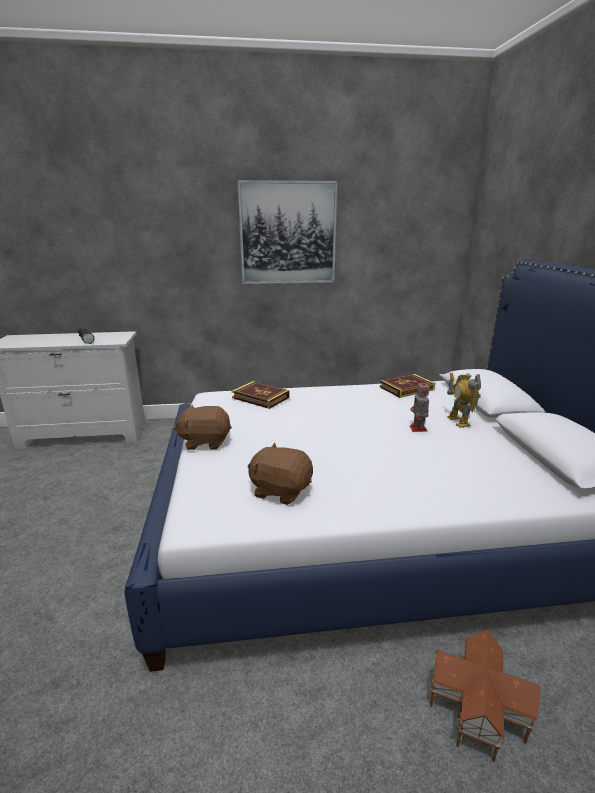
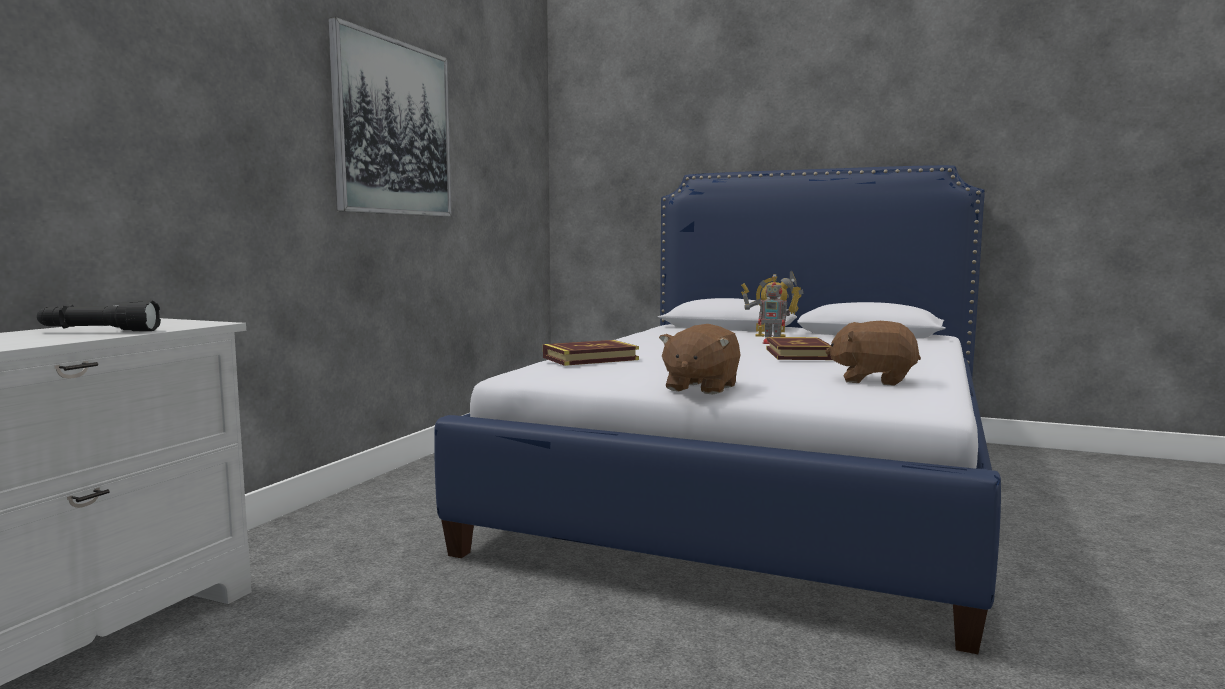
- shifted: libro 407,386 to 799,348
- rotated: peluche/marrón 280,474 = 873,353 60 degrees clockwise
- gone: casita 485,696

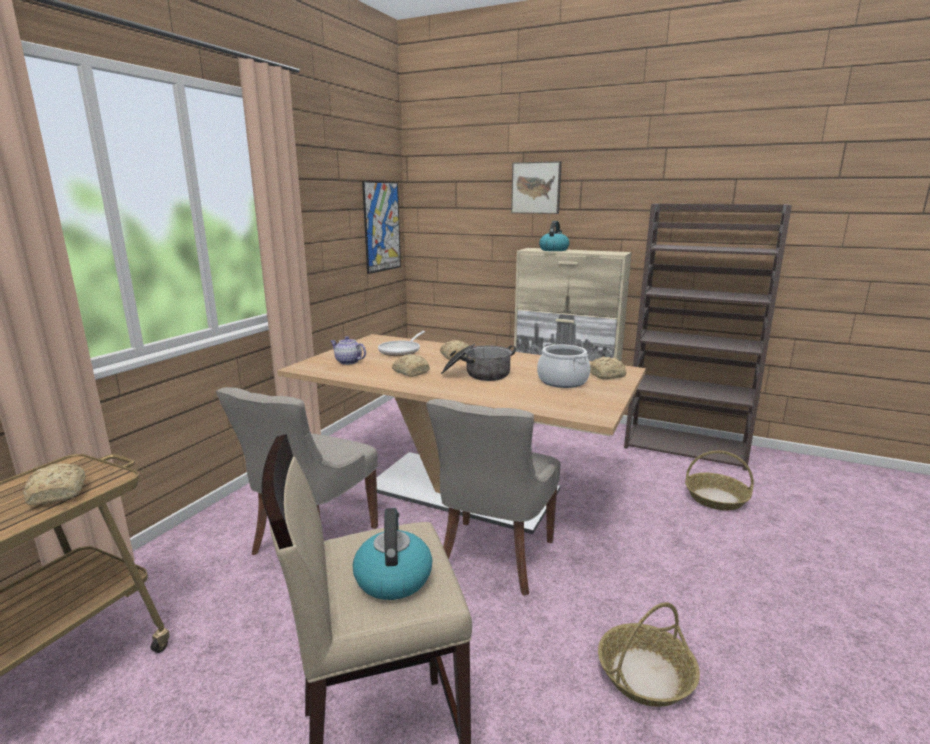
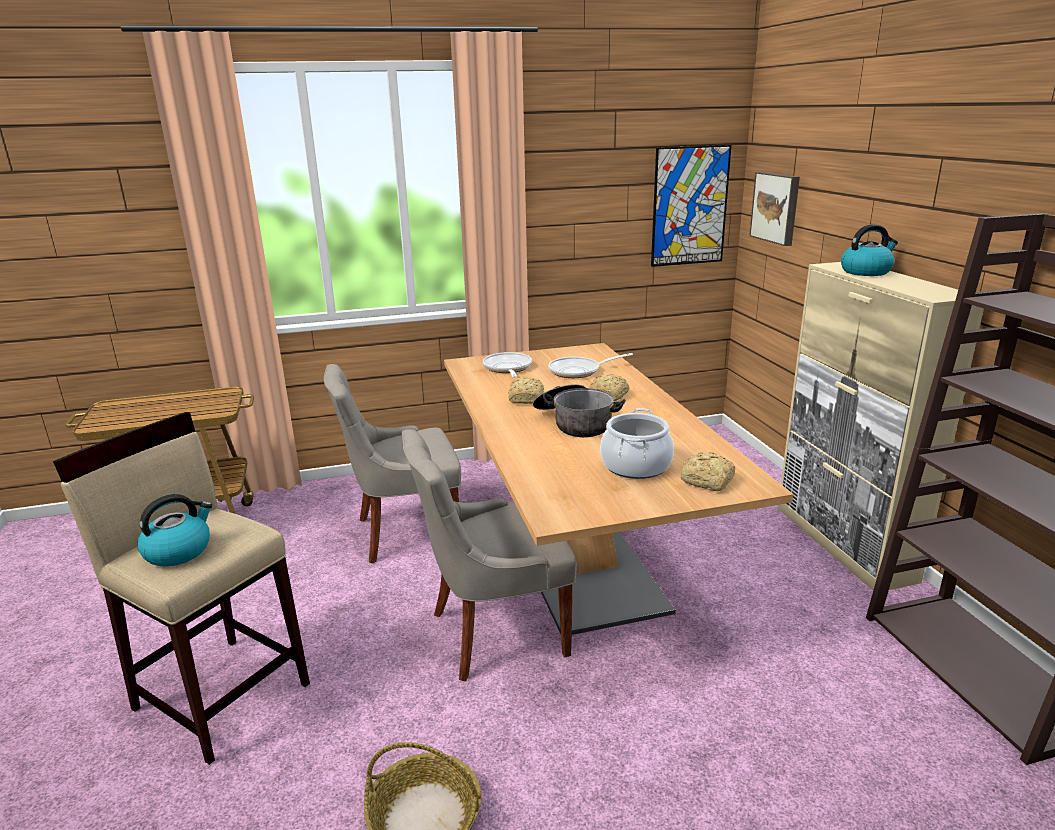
- swapped: tetera 348,350 to sartén 507,365
- shifted: cuadro 536,187 to 774,209
- gone: pan 54,484
- gone: cesta 719,481

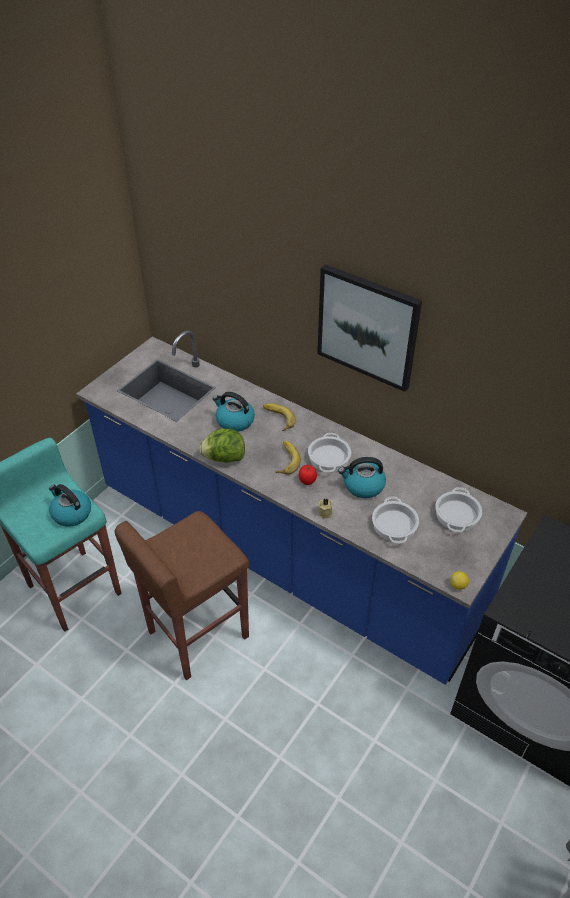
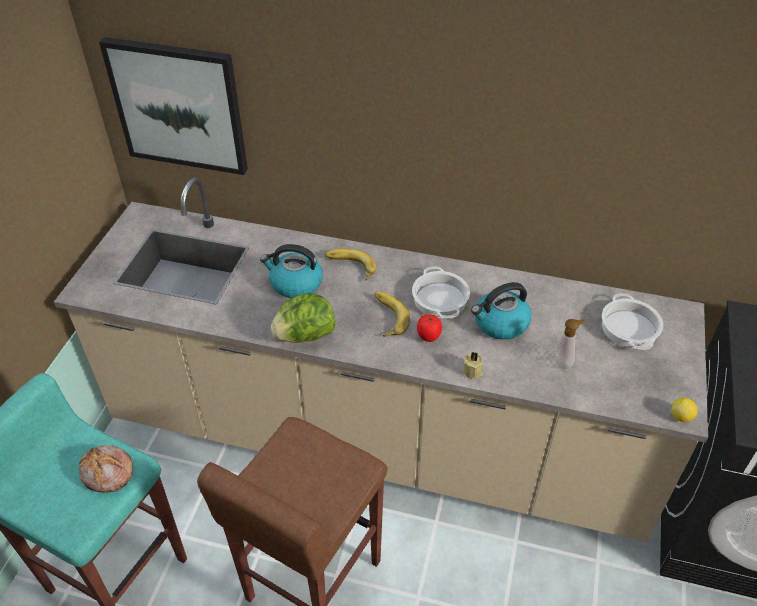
- repainted: mueble bajo de cocina/azul 301,507 to mueble bajo de cocina/beis 381,360
- swapped: hervidor 70,505 to pan 106,468
- shifted: cuadro 369,328 to 173,106
- swapped: olla 395,520 to dispensador de jabón 569,344

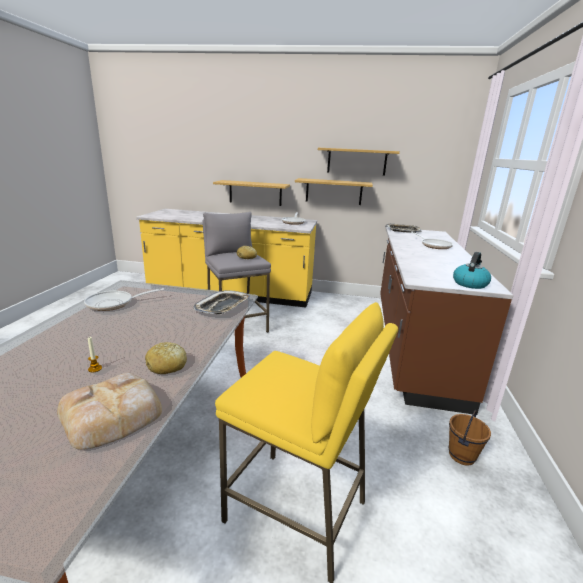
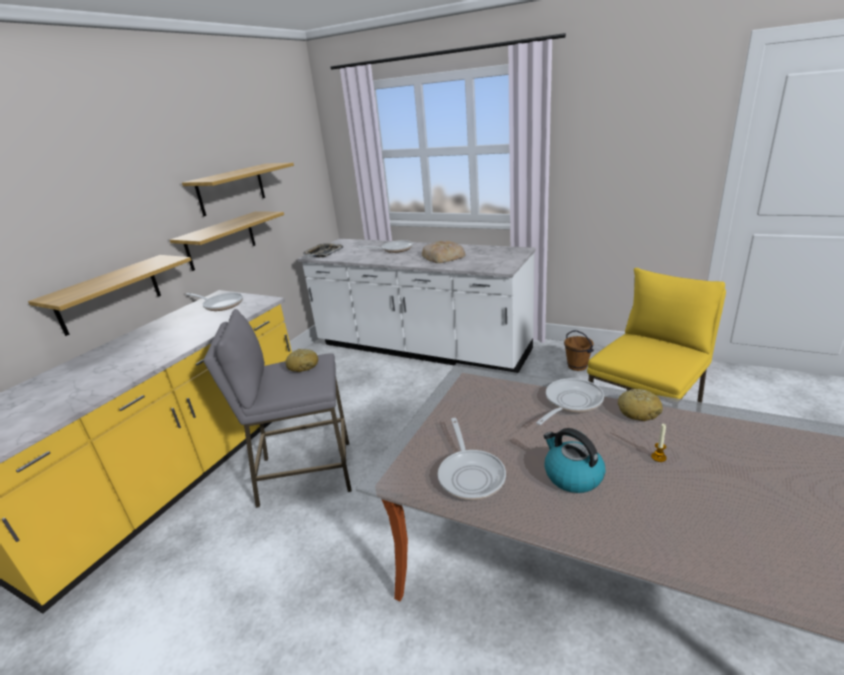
- repainted: mueble bajo de cocina/marrón 447,321 to mueble bajo de cocina/blanco 416,306
- shifted: pan 109,411 to 443,251
- new: sartén 570,401
- shifted: hervidor 472,270 to 574,460
- gone: bandeja 221,302

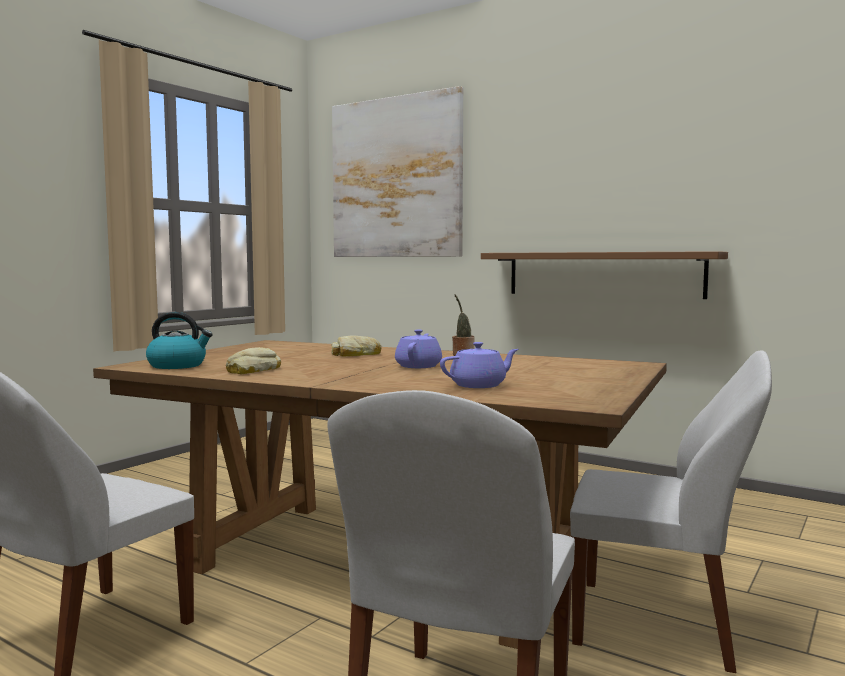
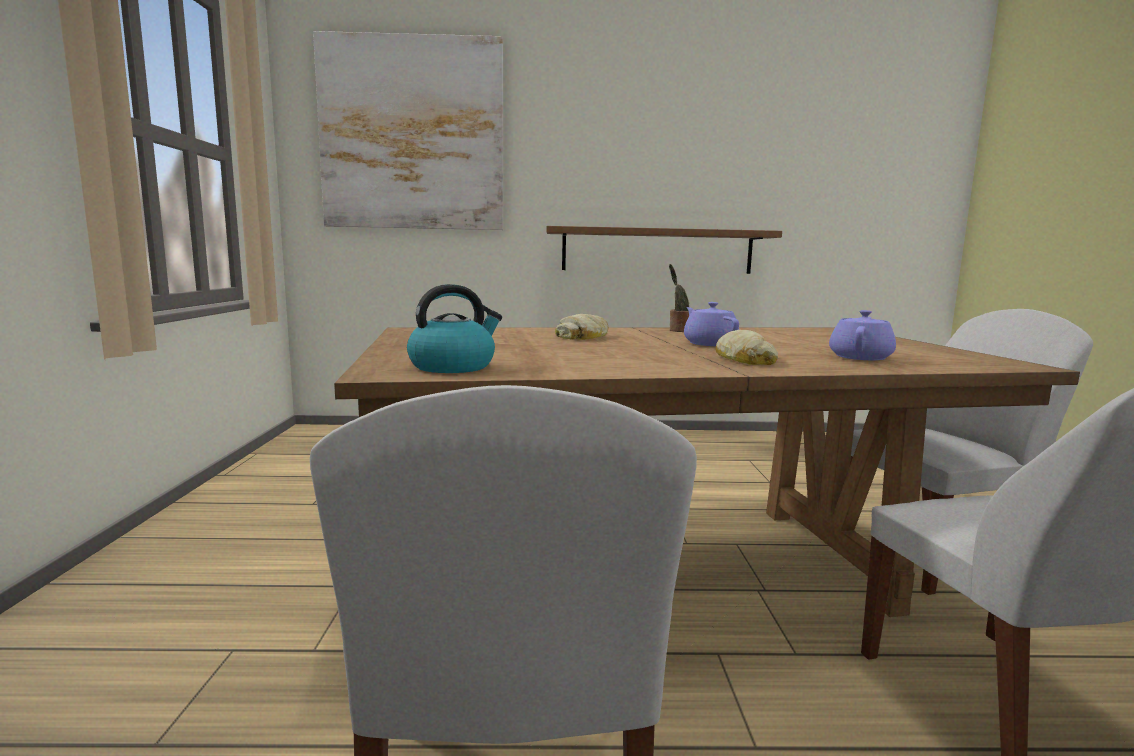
- shifted: pan 253,360 to 746,347

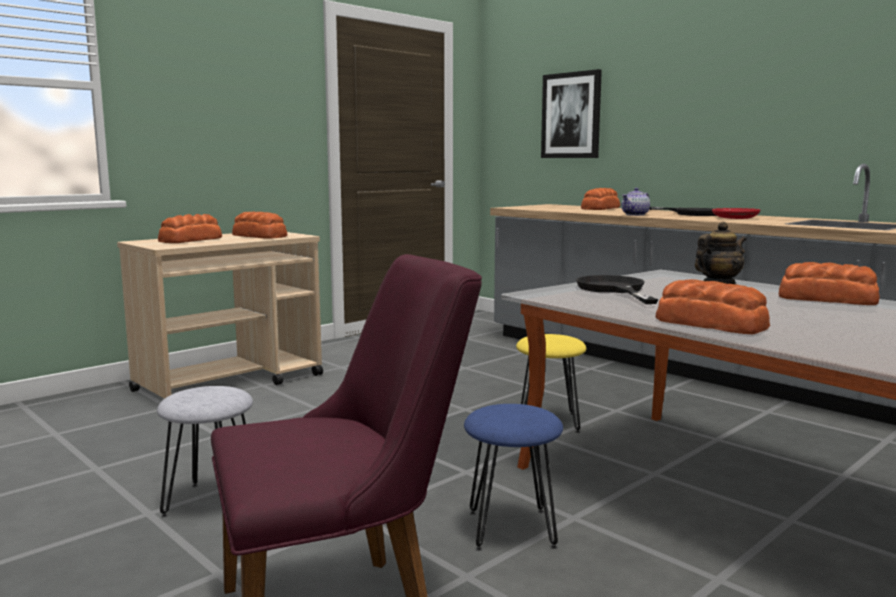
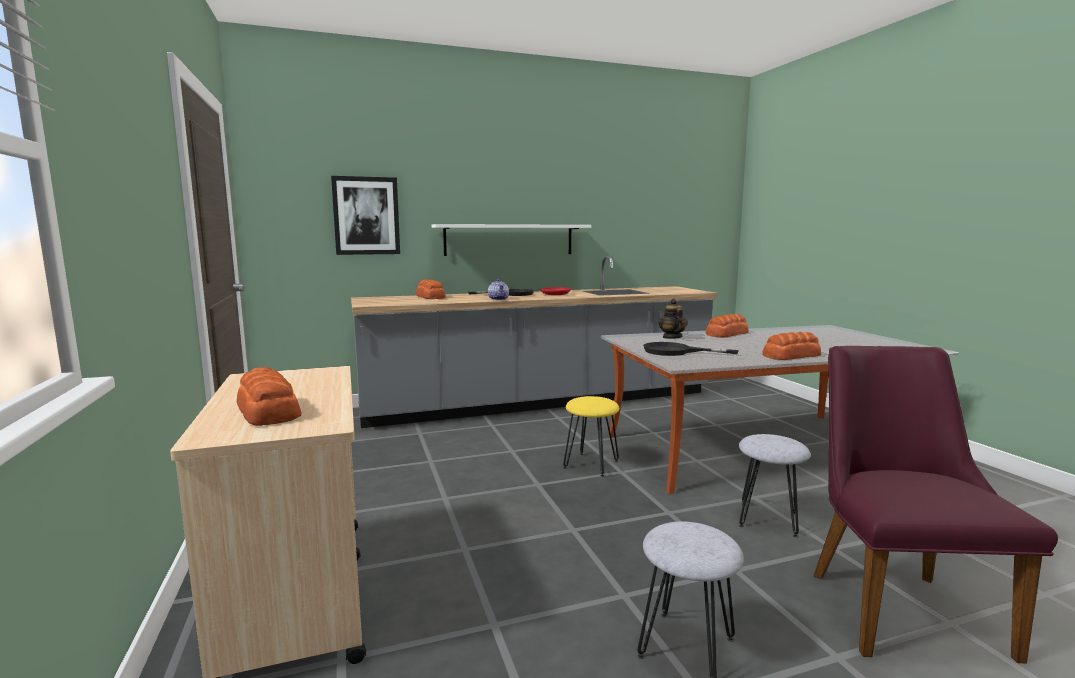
- new: estante/blanco 511,240
- repainted: taburete/azul 513,477 to taburete/gris 775,485
- gone: pan 260,225

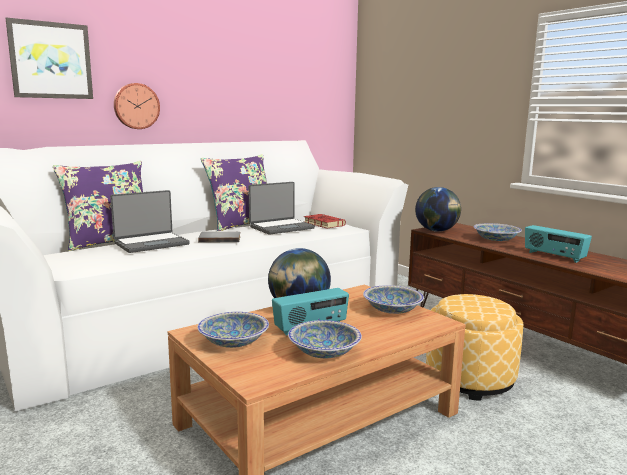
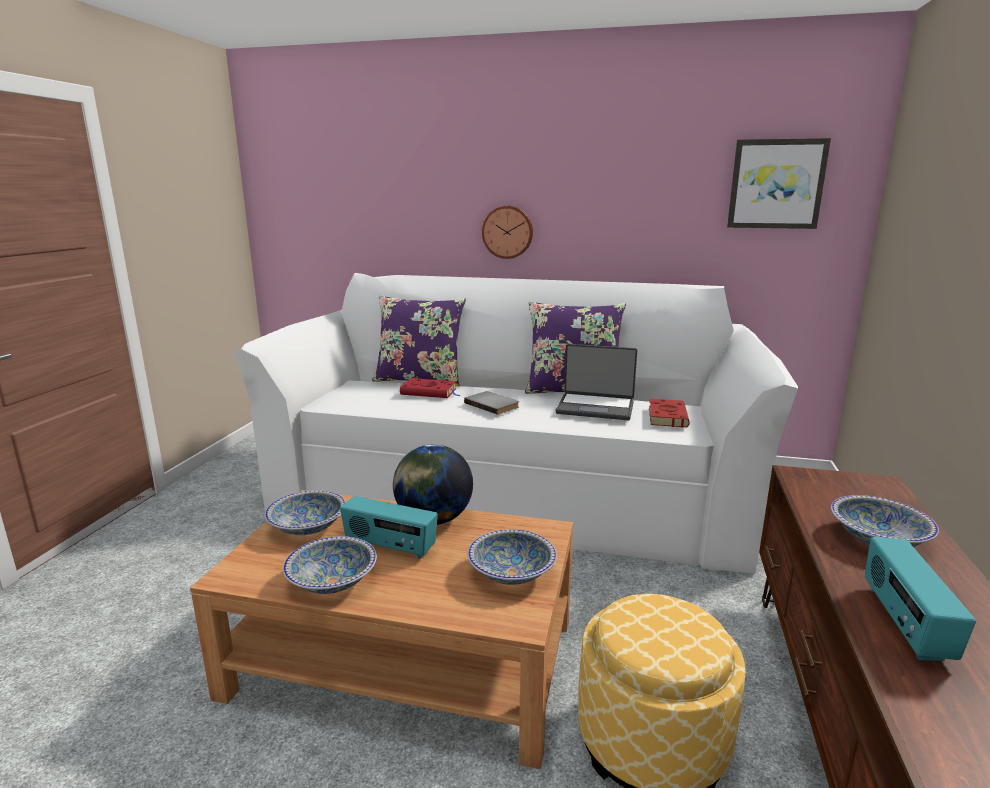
- swapped: portátil 150,221 to libro/rojo 430,388
- shifted: cuadro 49,58 to 779,183
- gone: globo terráqueo 438,209

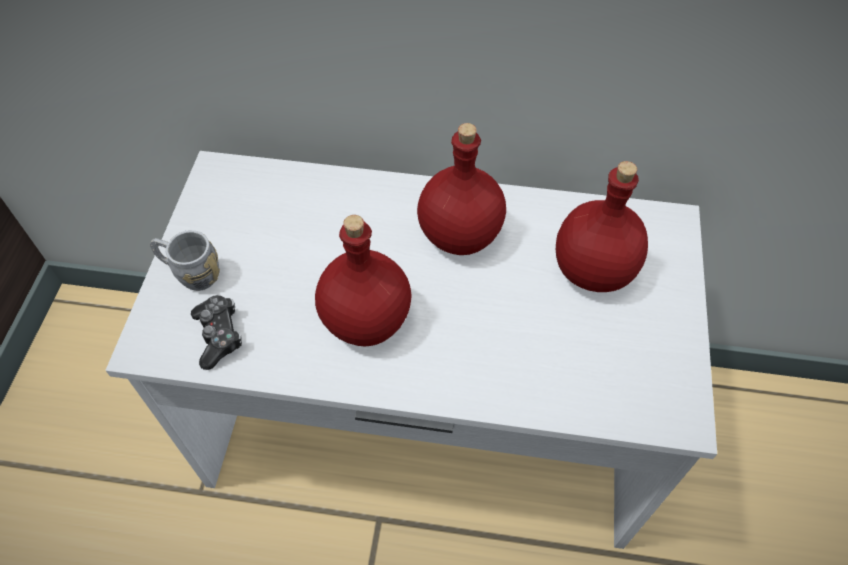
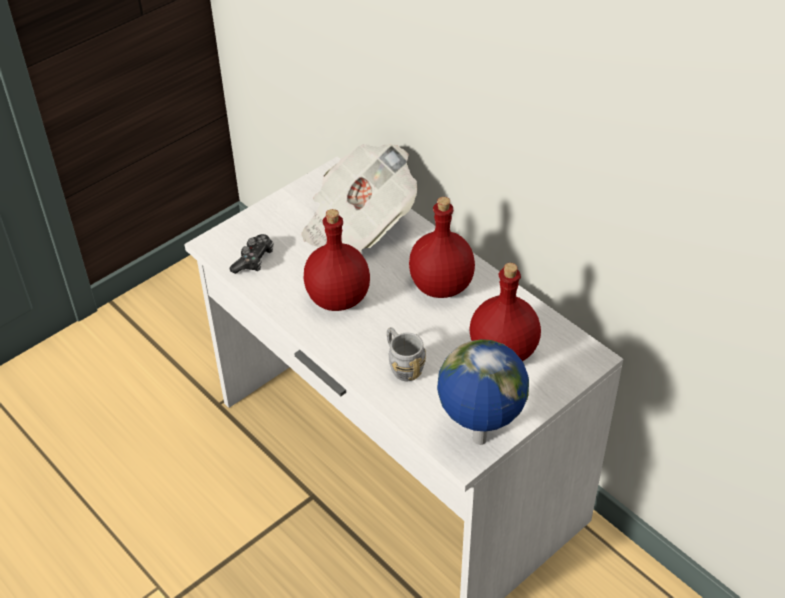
- new: periódico 360,198
- shifted: taza grande/gris 185,260 to 406,354
- new: globo terráqueo 483,392

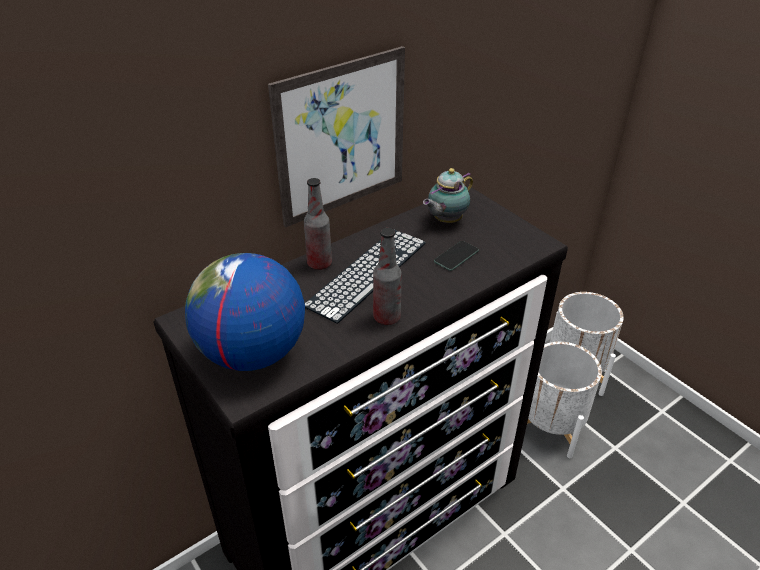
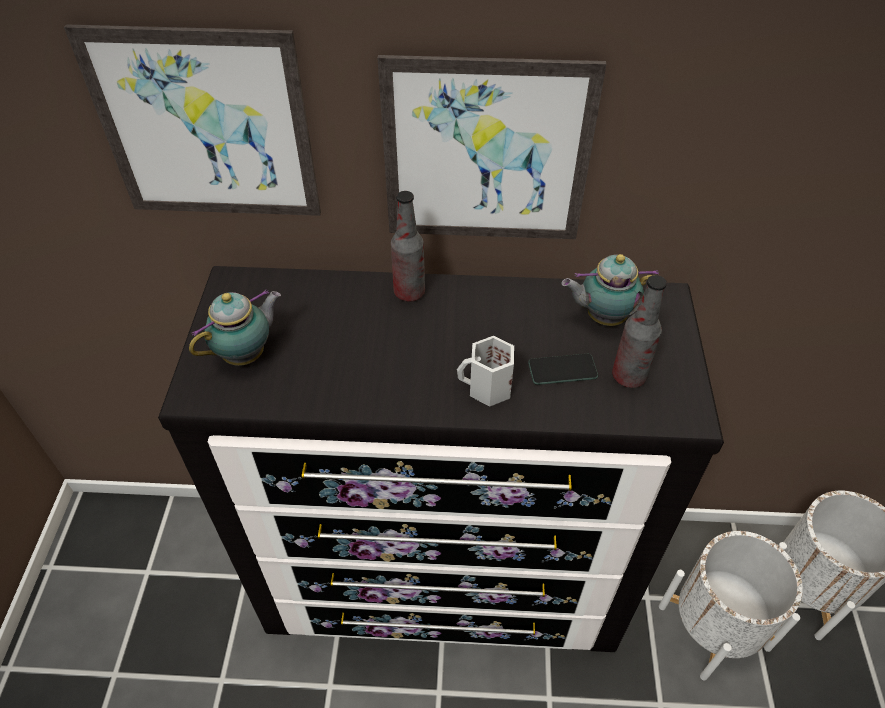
- new: cuadro 192,120
- swapped: globo terráqueo 245,312 to tetera 235,328
- new: taza grande/blanco 485,371
- shifted: botella 387,276 to 639,331
- gone: teclado 365,276

